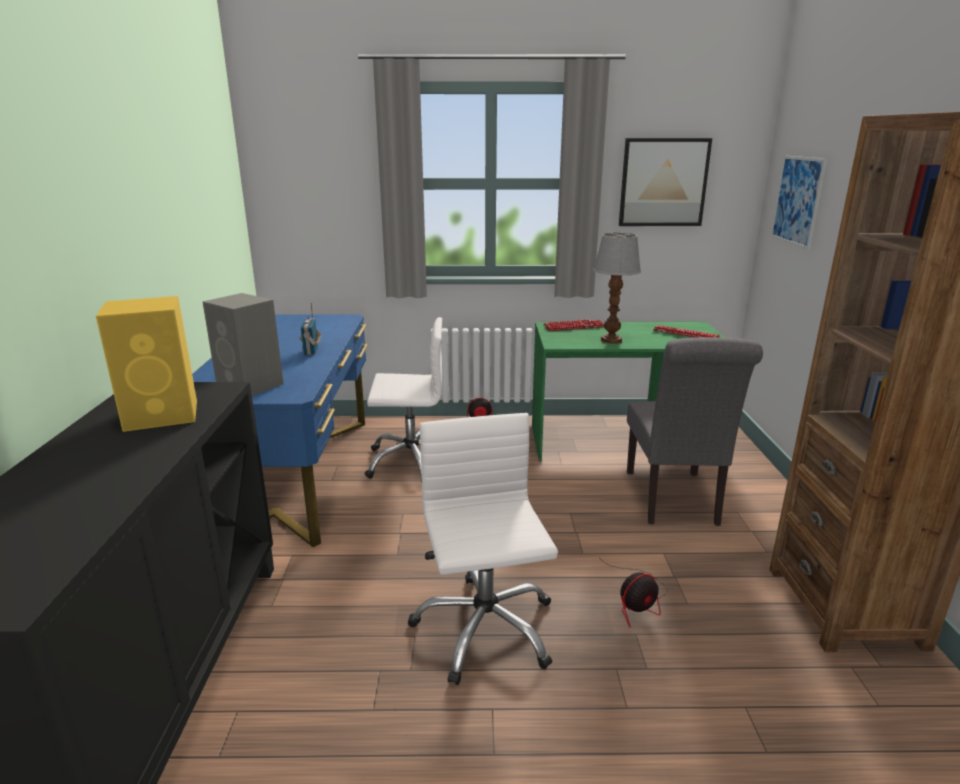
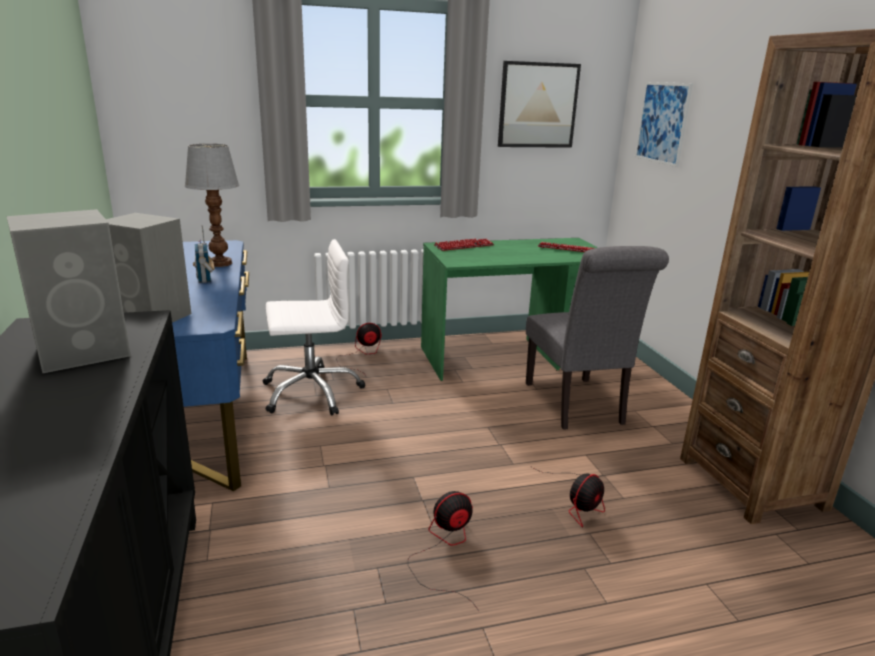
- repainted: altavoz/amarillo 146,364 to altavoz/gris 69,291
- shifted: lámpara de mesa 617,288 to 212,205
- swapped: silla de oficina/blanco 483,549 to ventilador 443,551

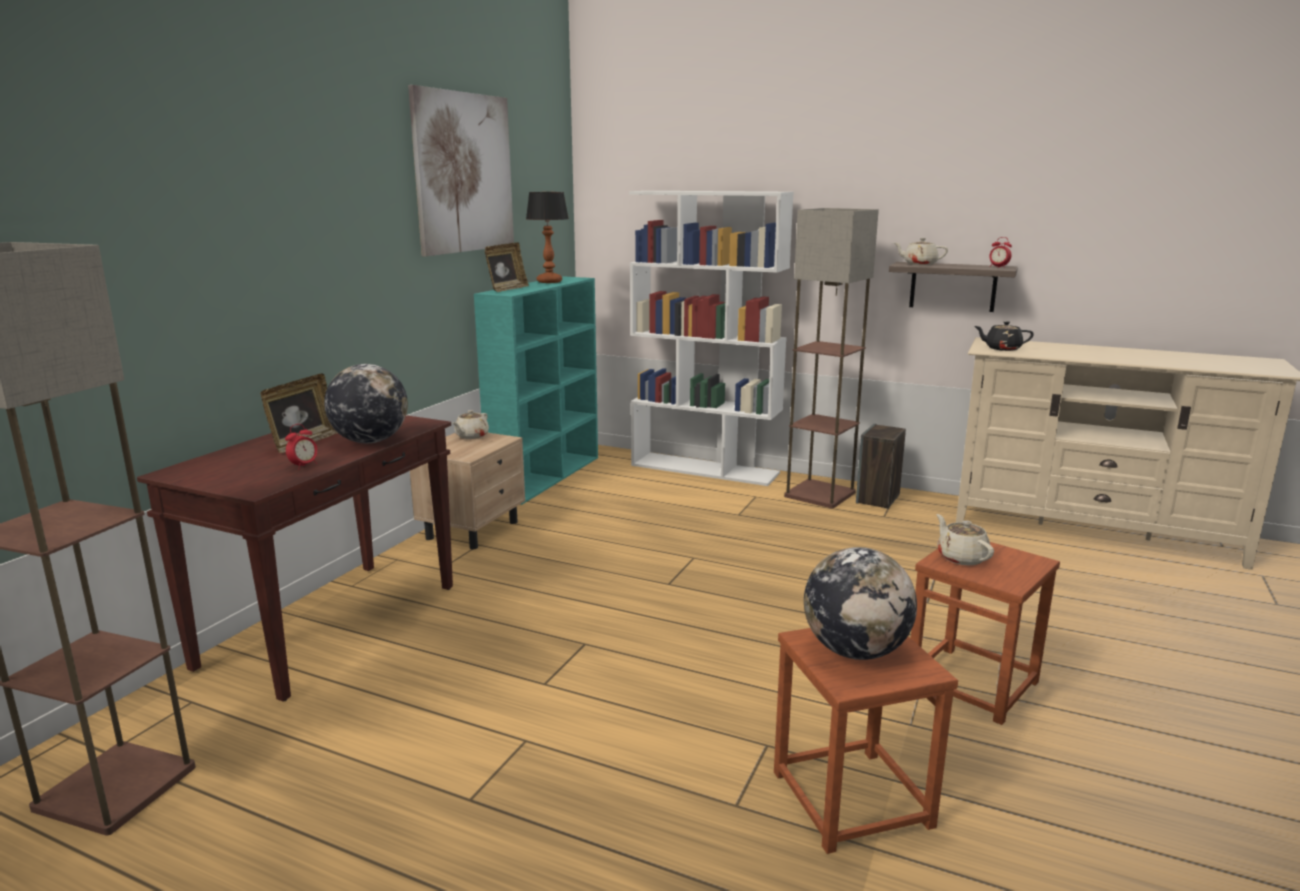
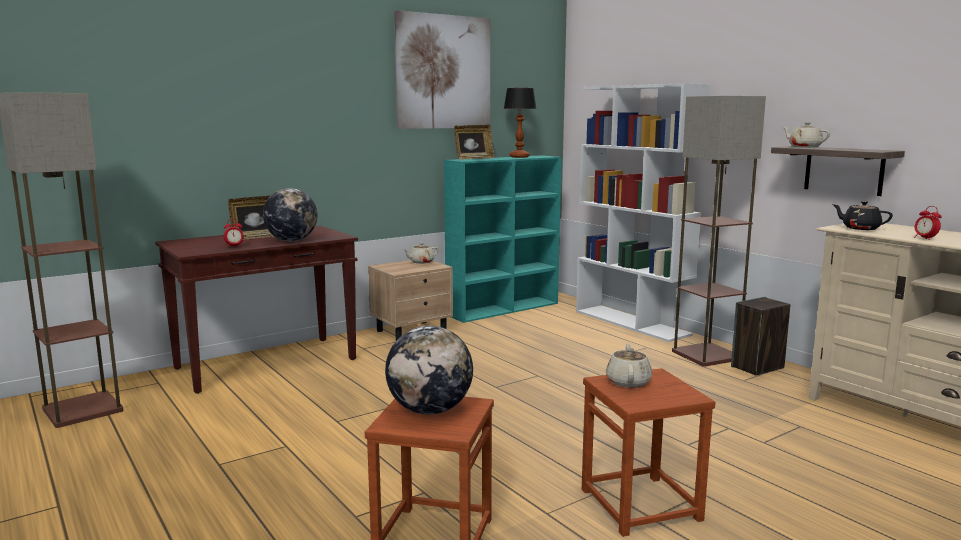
- shifted: despertador 1000,252 to 928,223

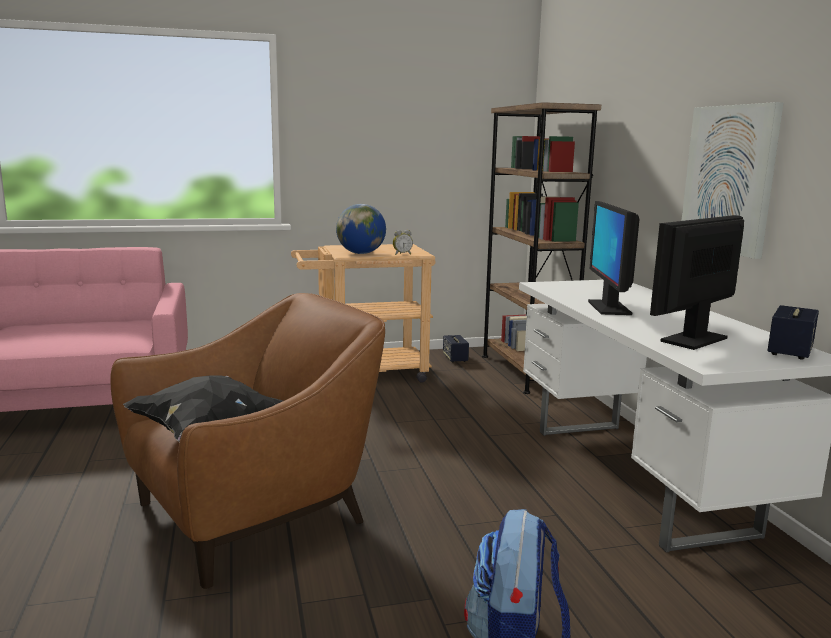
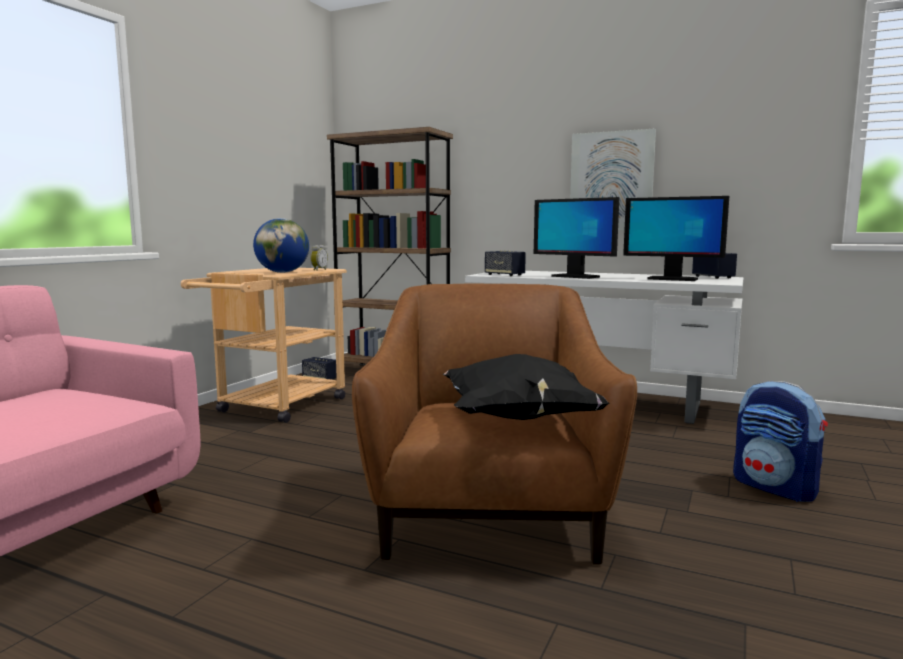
- new: altavoz 505,263
- rotated: monitor 697,282 = 676,238 60 degrees counterclockwise

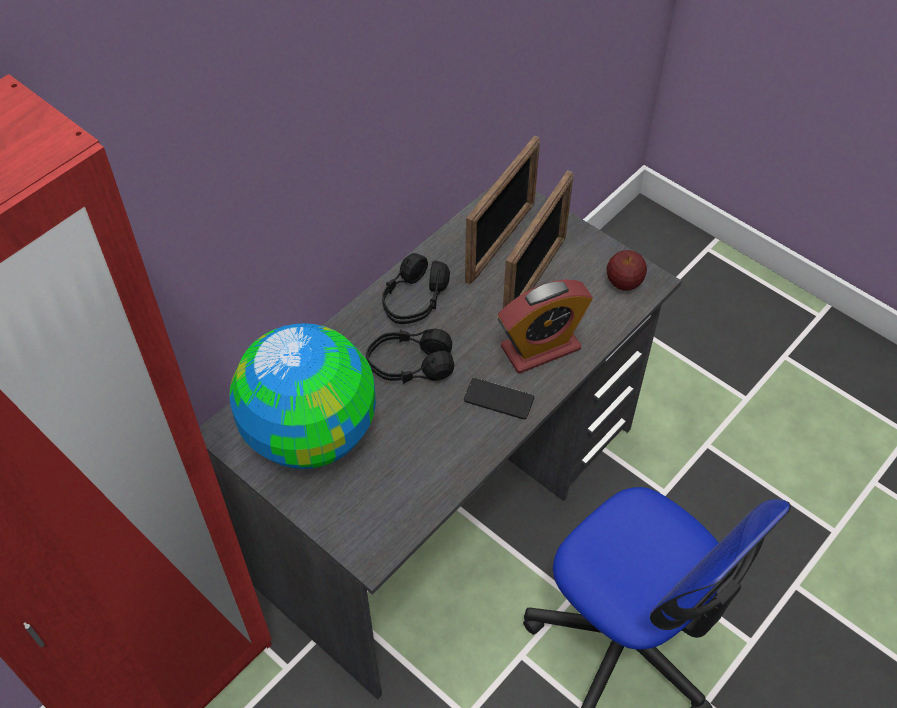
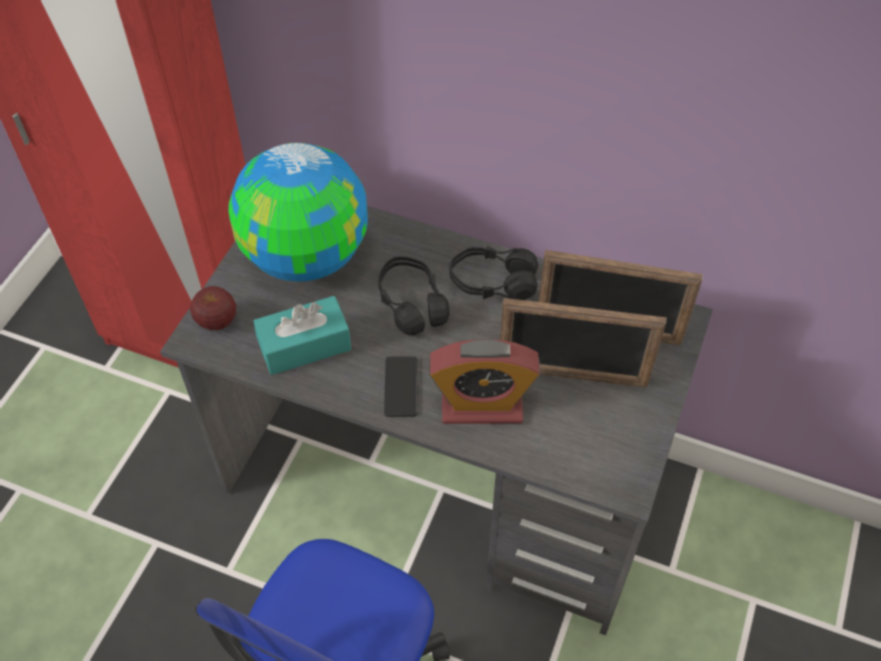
- shifted: manzana 626,270 to 213,308
- new: caja de pañuelos/turquesa 302,335
- rotated: despertador 545,326 = 484,381 45 degrees counterclockwise

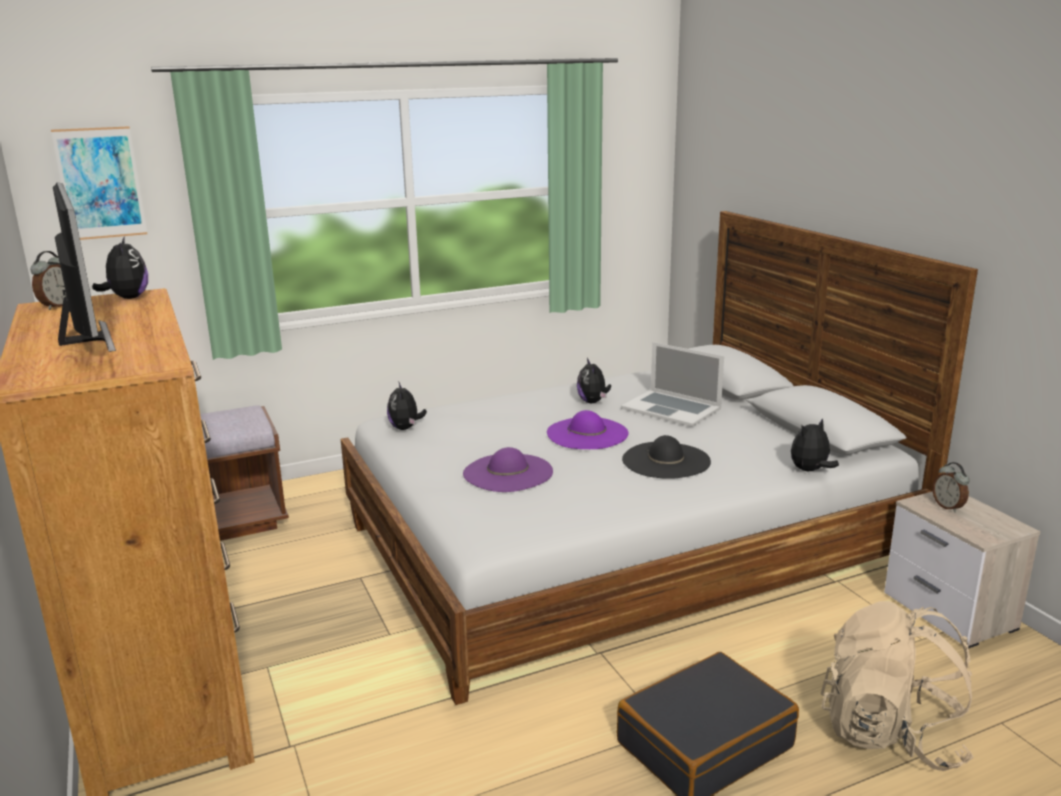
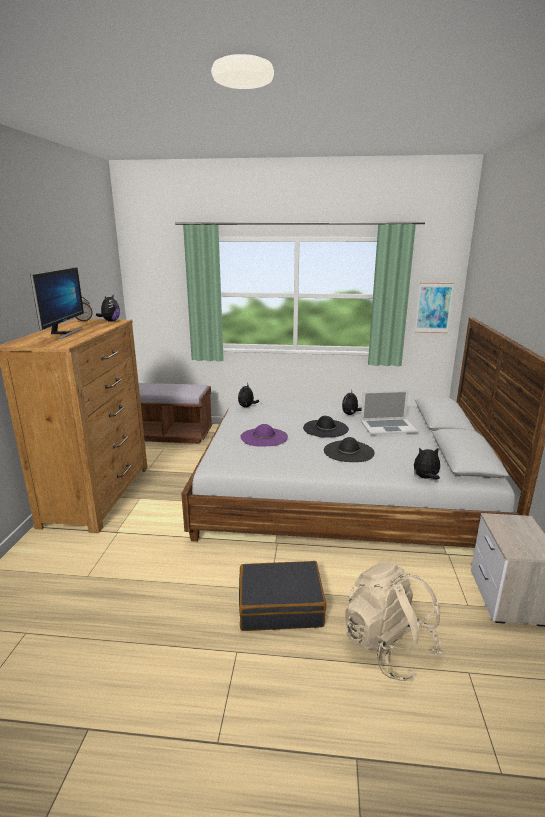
- repainted: sombrero/morado 587,429 to sombrero/negro 326,427
- rotated: portátil 672,384 = 389,412 75 degrees counterclockwise
- shifted: cuadro 99,183 to 434,308
- gone: despertador 951,487

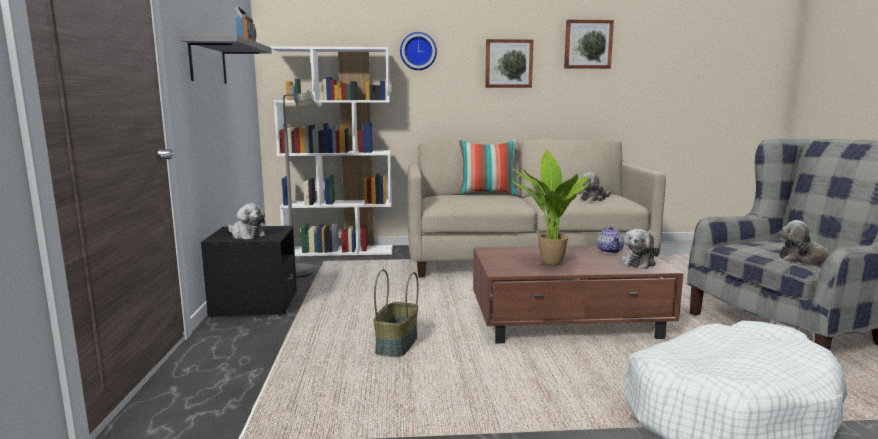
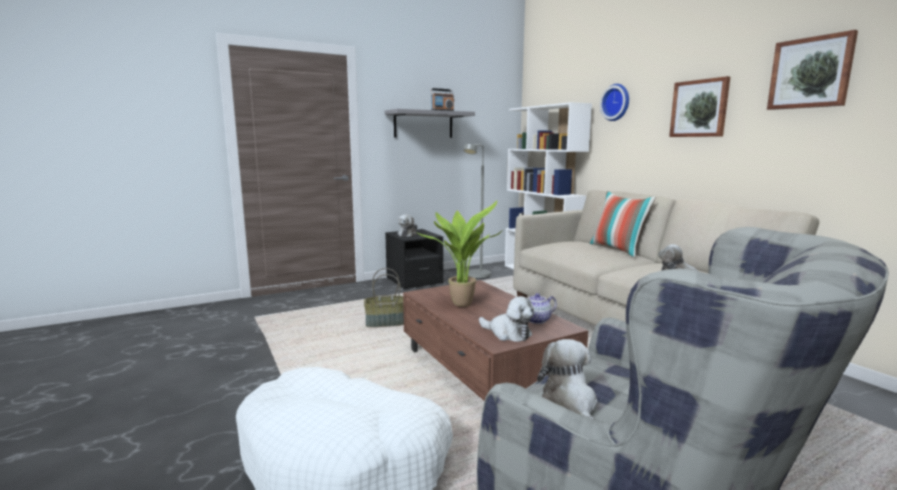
- rotated: peluche 639,249 = 506,319 150 degrees counterclockwise

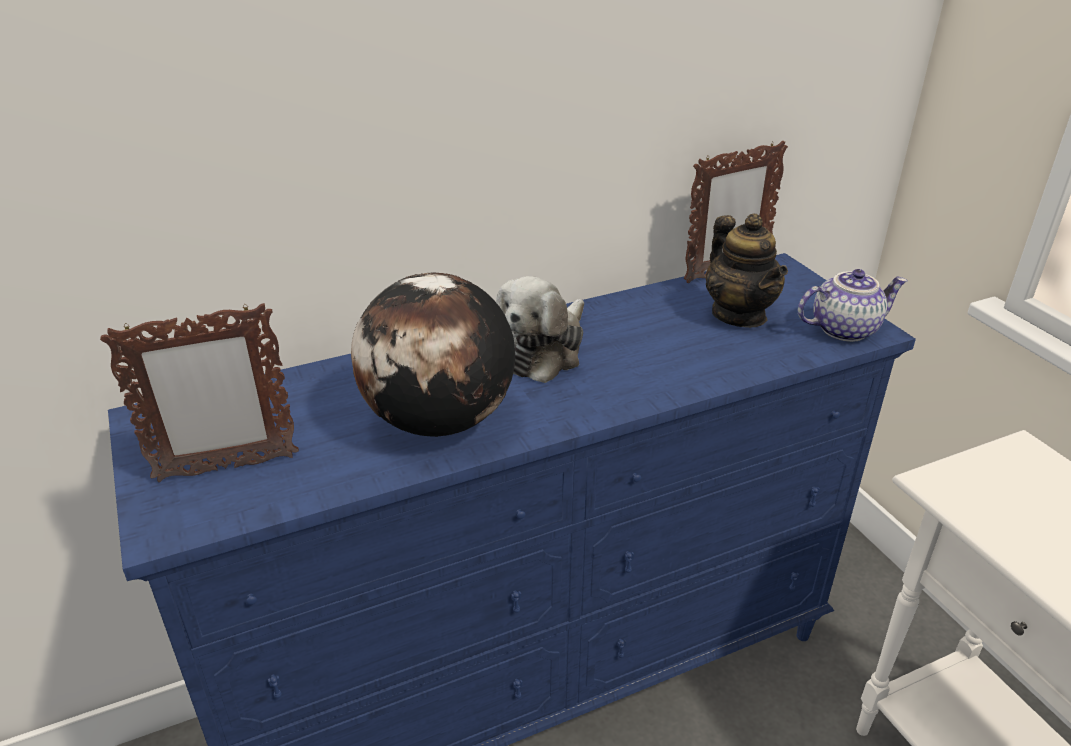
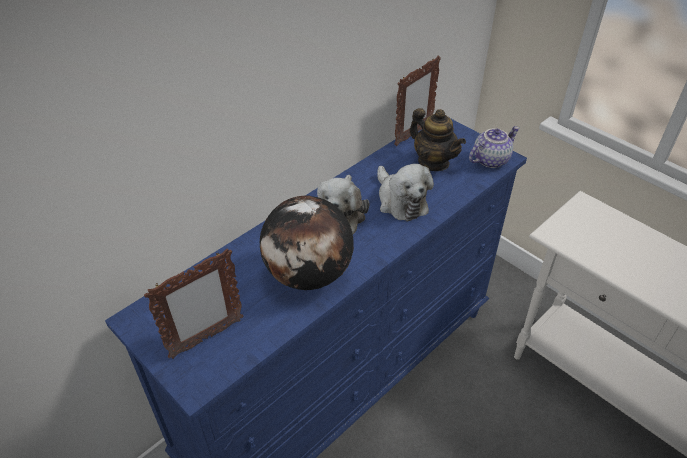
- new: peluche 405,192

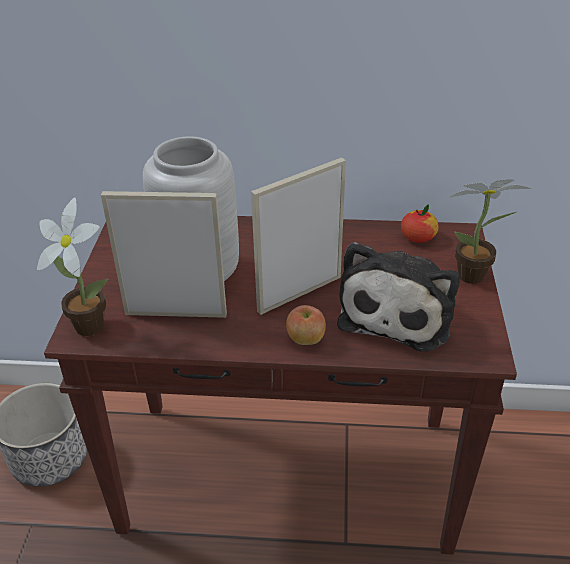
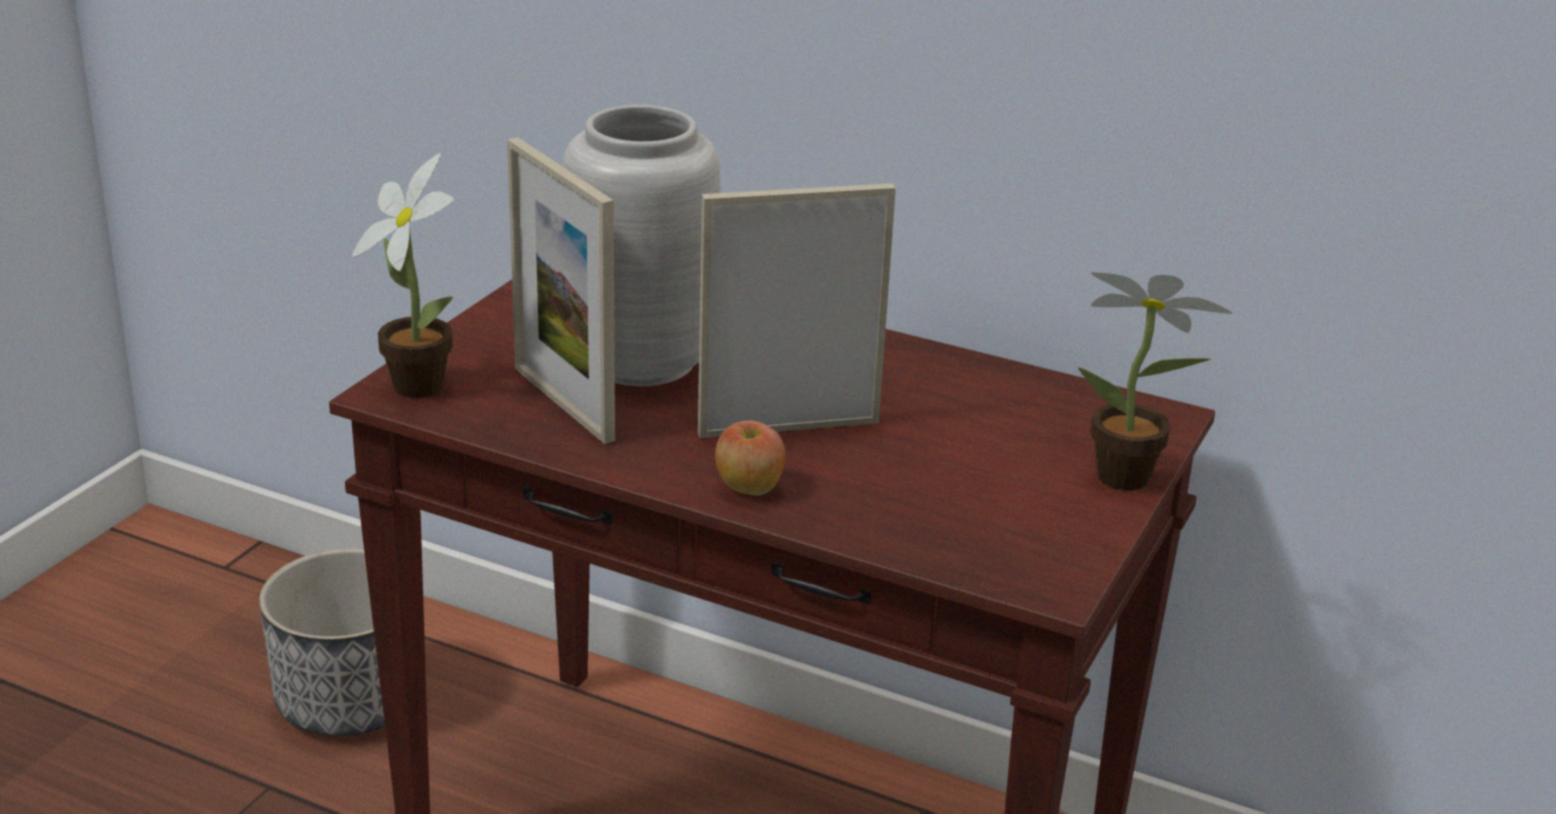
- rotated: portarretratos 164,254 = 561,290 150 degrees counterclockwise
- gone: peluche 398,296
- gone: manzana 420,224

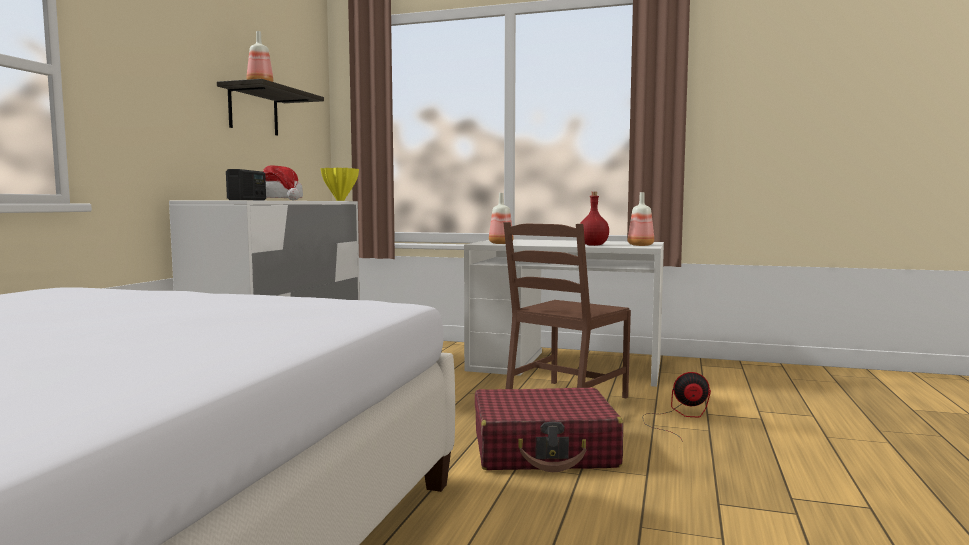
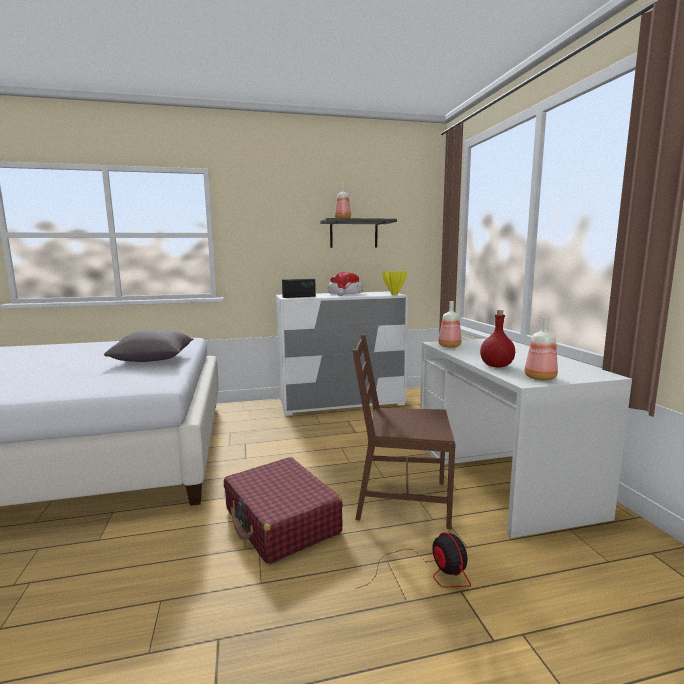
- new: cojín/gris 148,345

